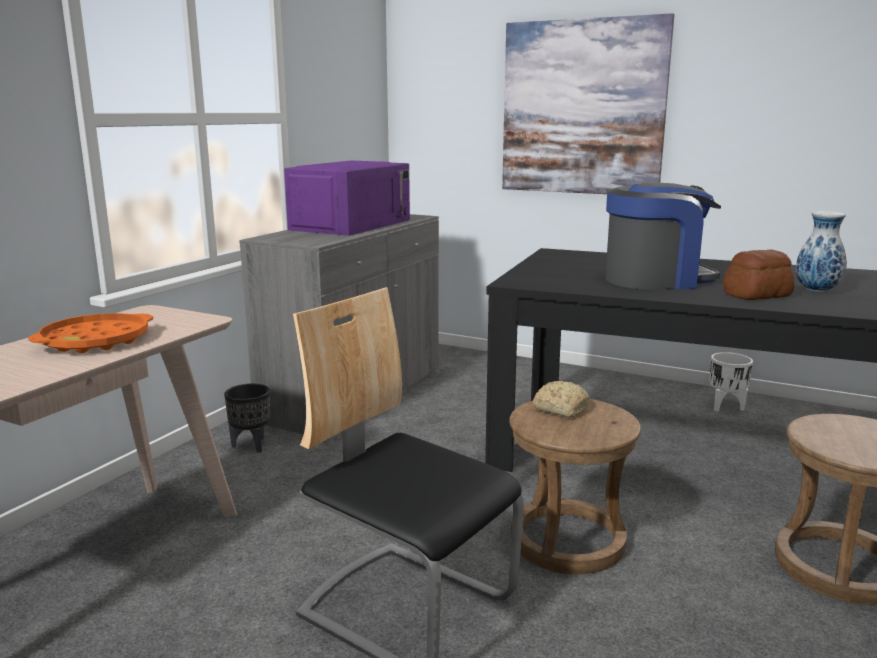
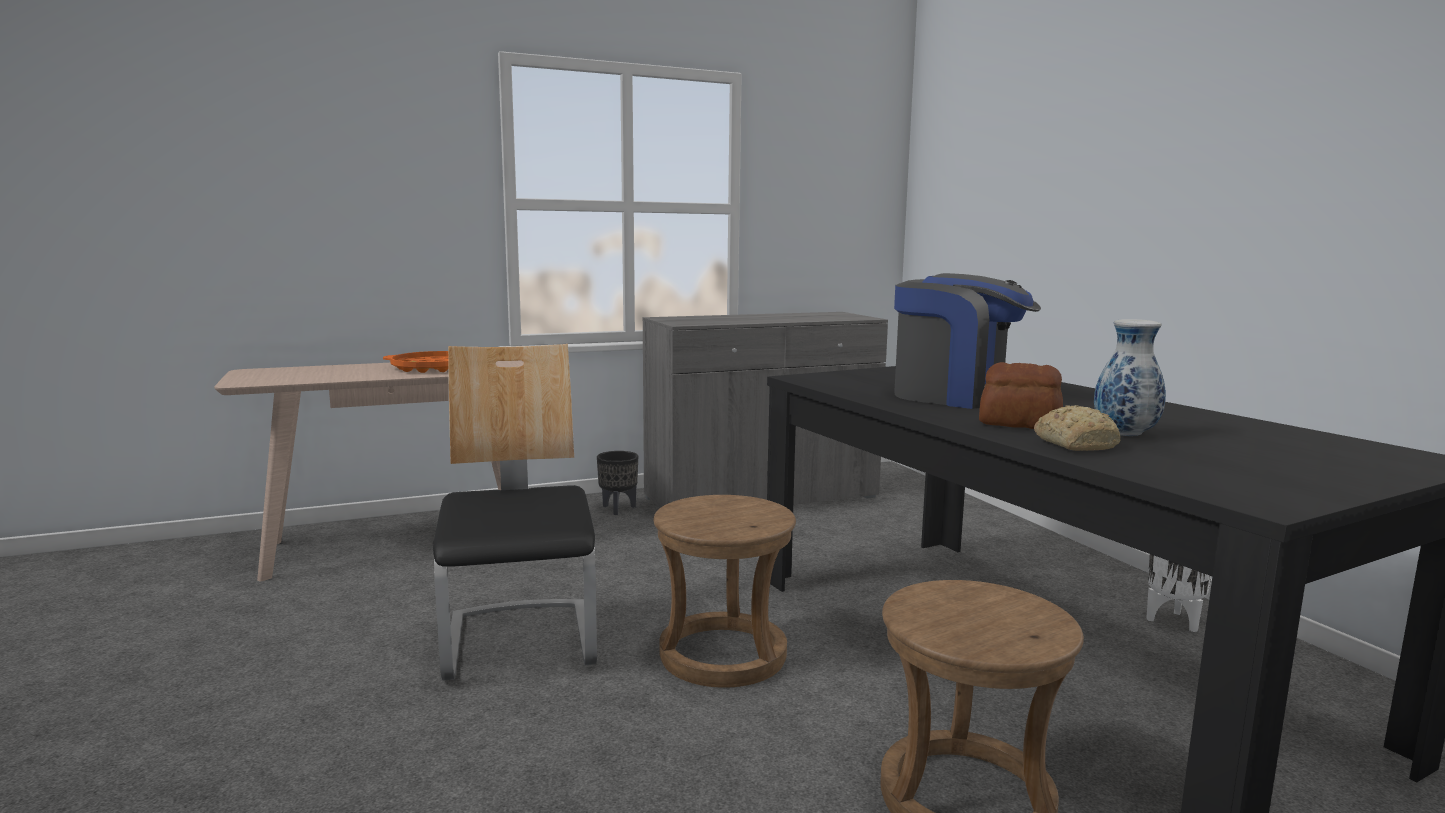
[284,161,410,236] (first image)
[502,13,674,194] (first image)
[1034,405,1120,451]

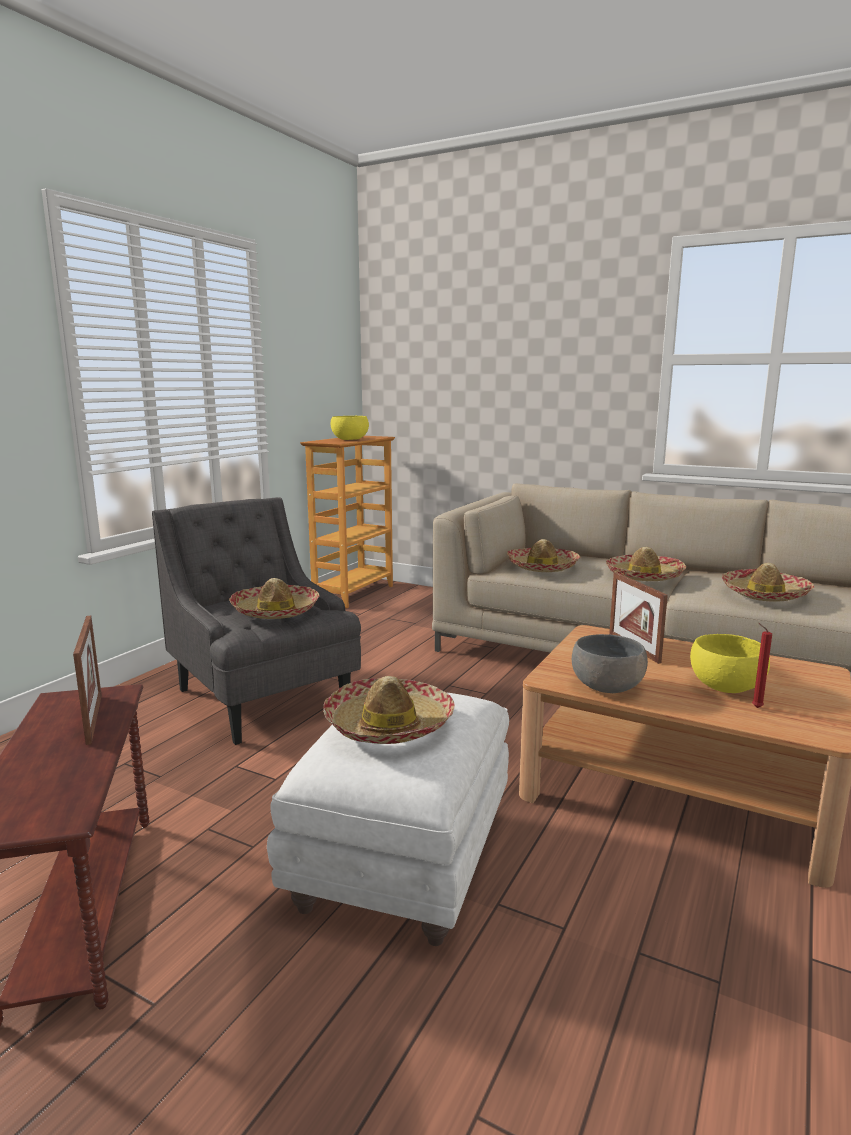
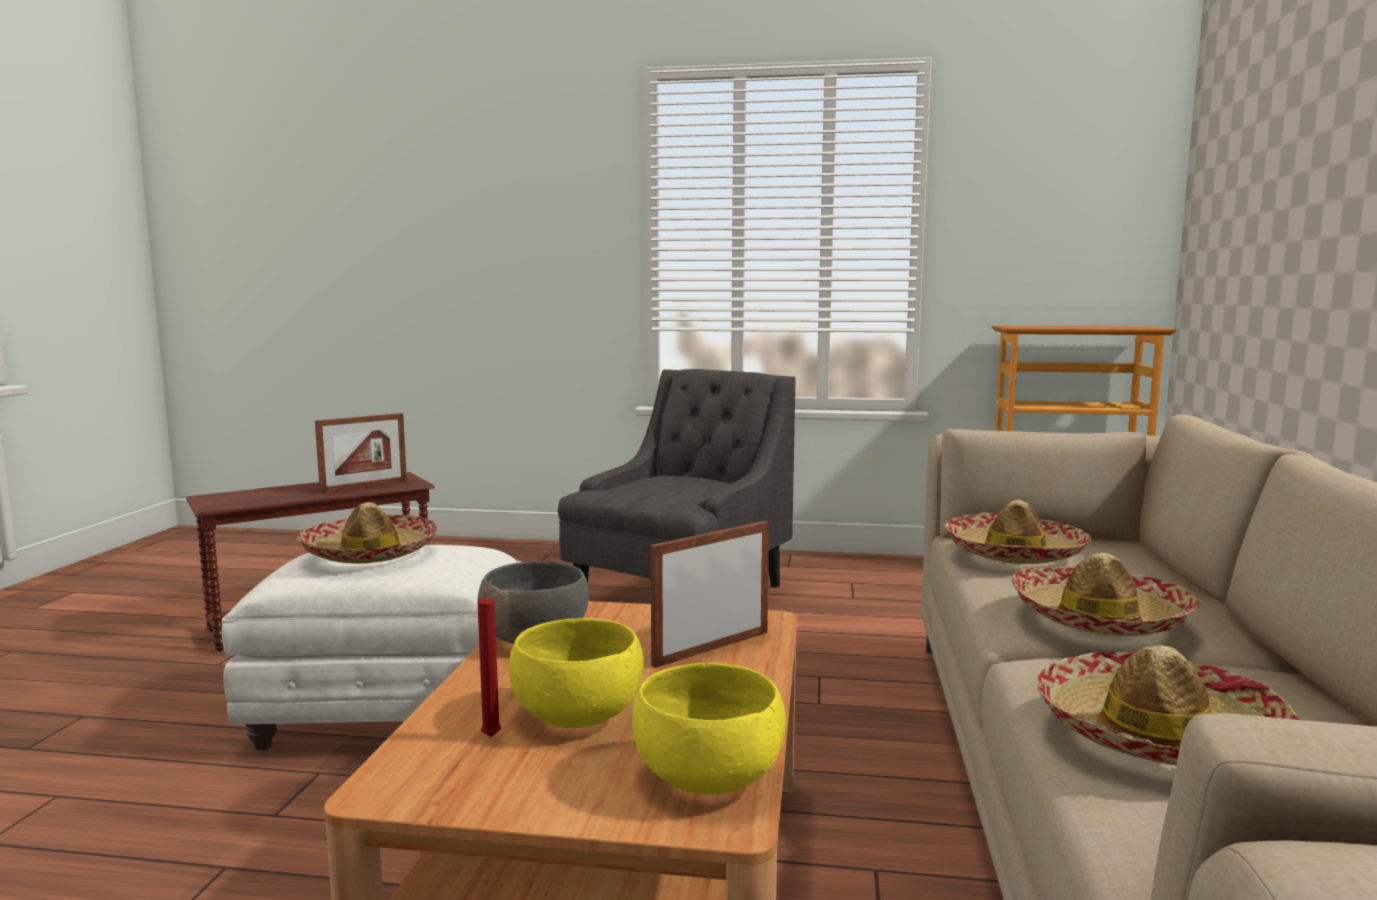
[229,578,320,619] (first image)
[632,663,786,795]

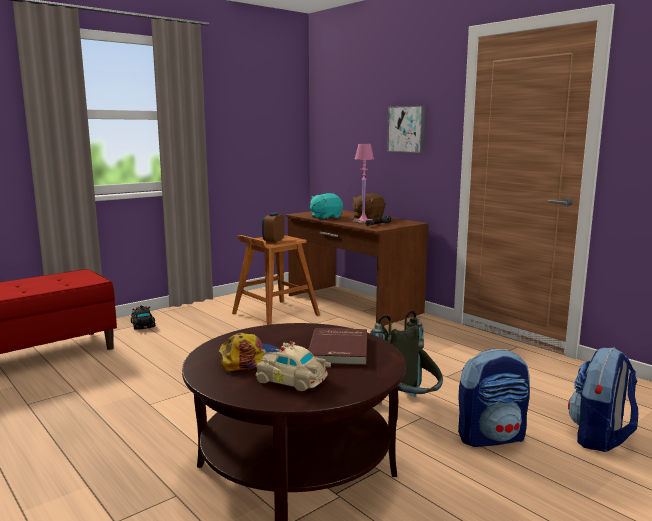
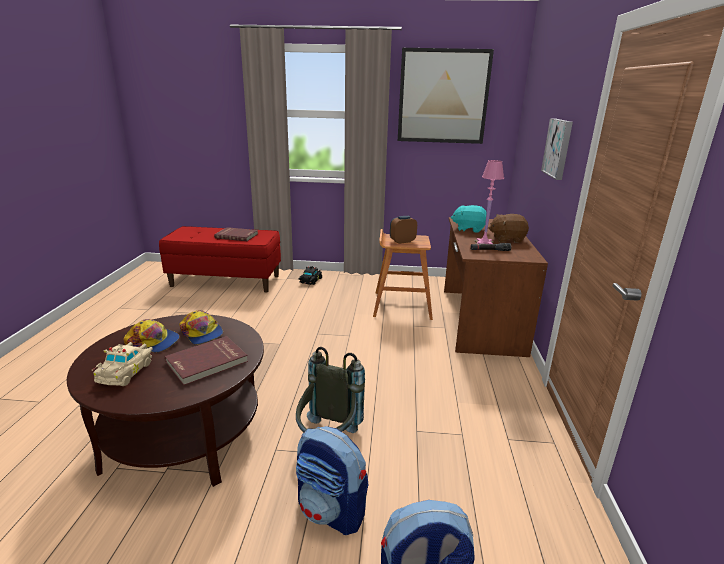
[92,342,153,386]
[179,310,223,344]
[214,227,258,241]
[398,48,494,144]

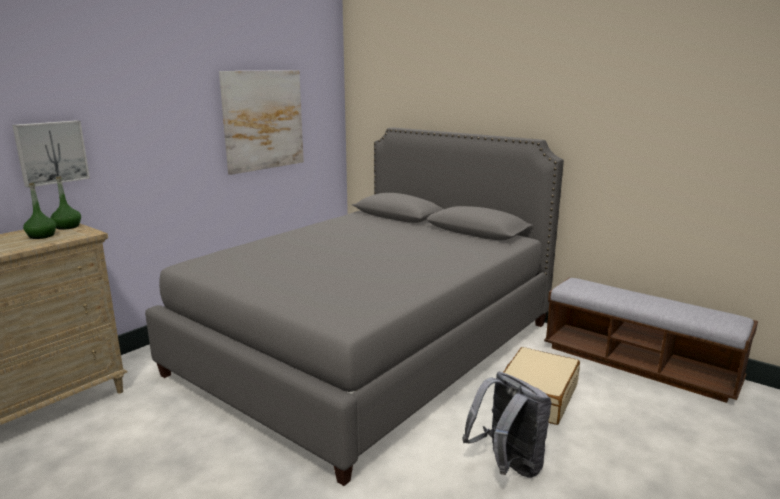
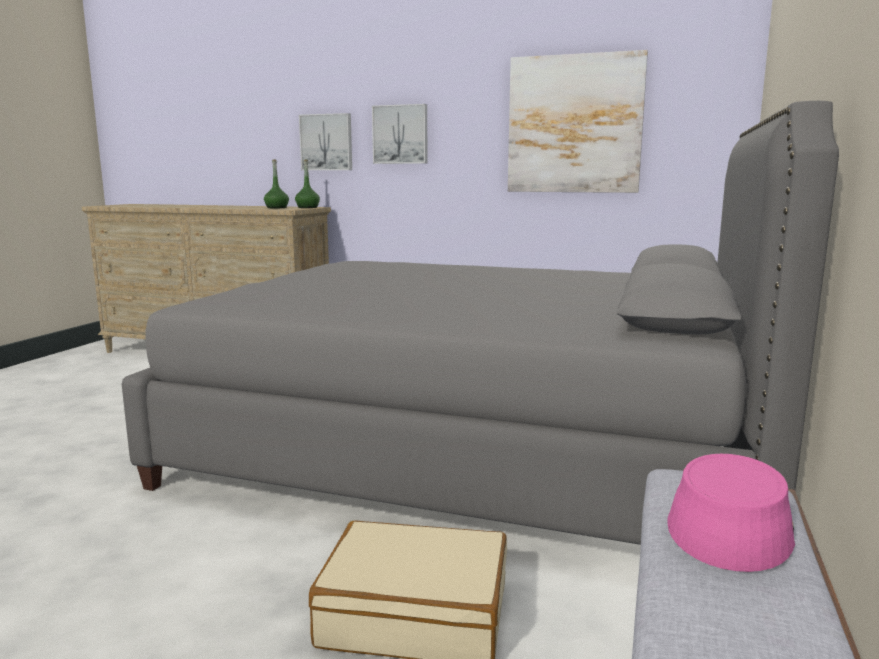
[462,372,552,478] (first image)
[372,104,427,164]
[668,454,795,572]

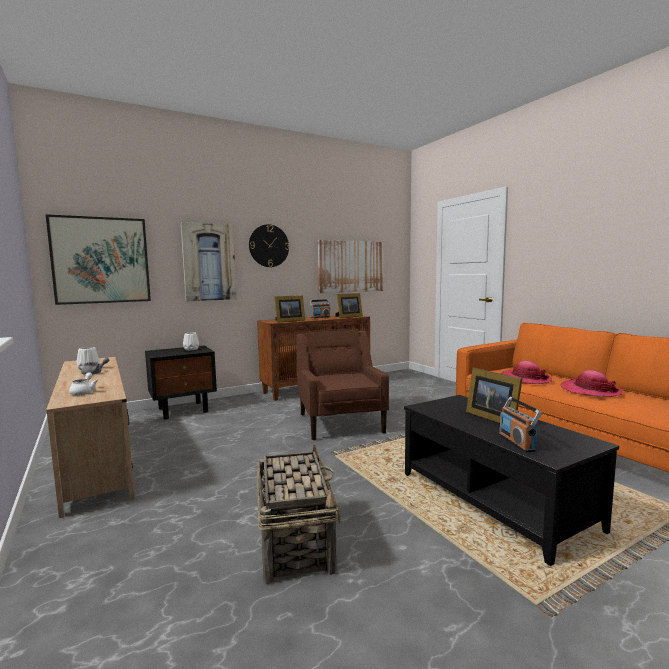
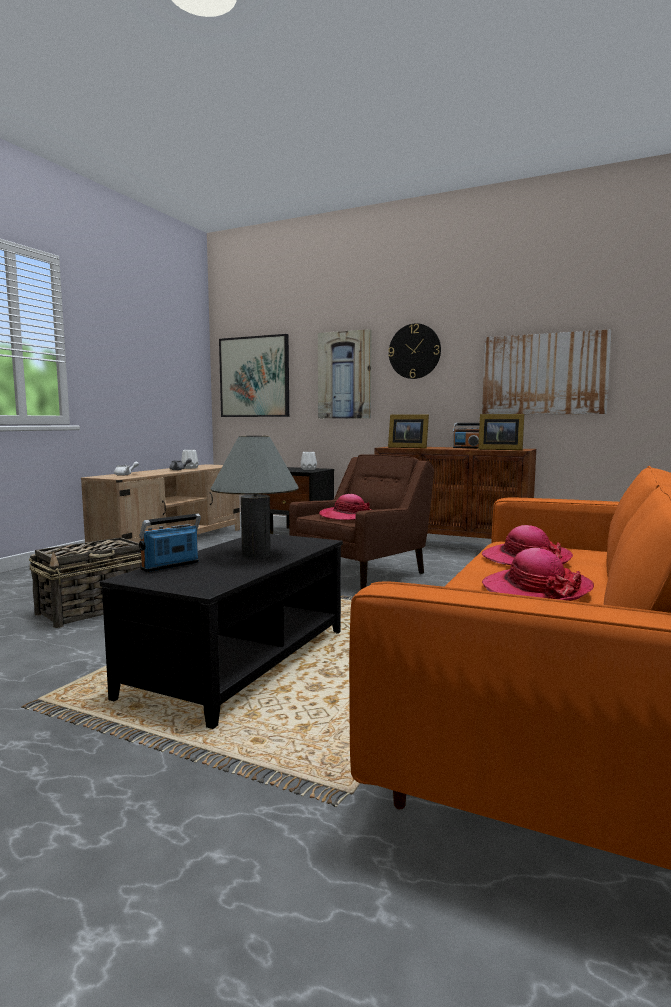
[211,436,298,558]
[319,494,371,520]

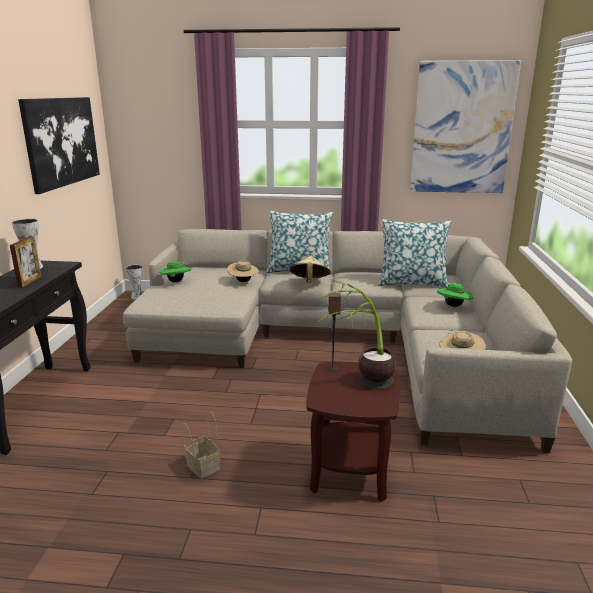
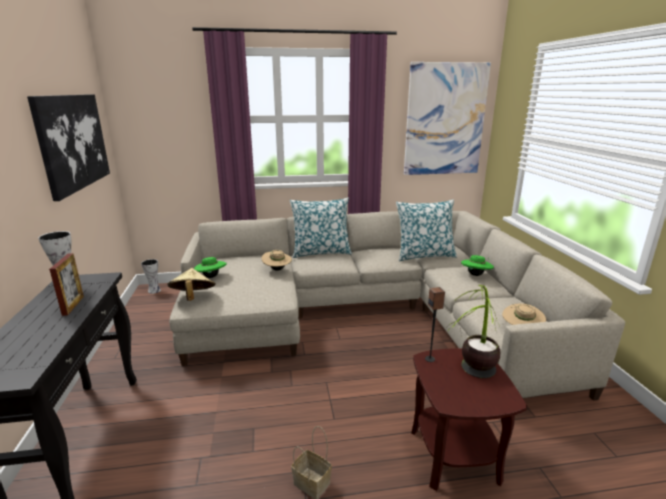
[167,268,216,301]

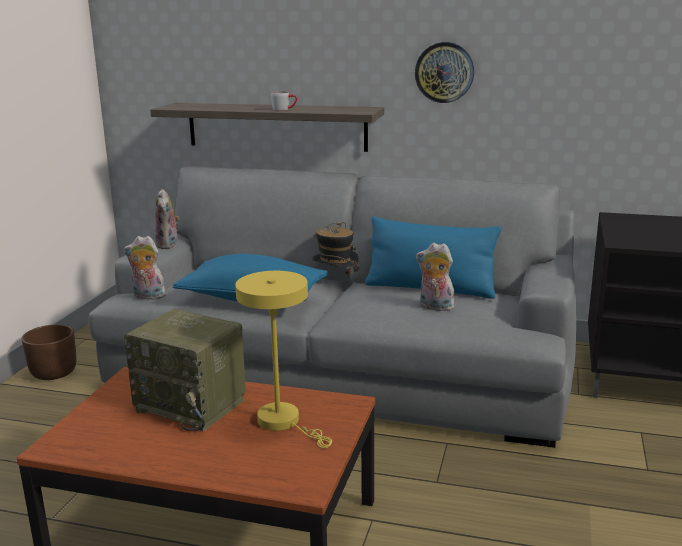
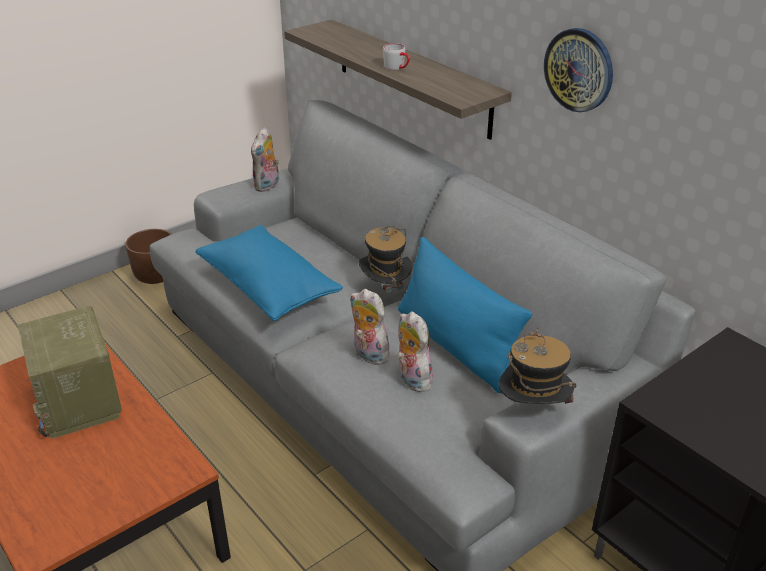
[350,289,390,365]
[235,271,332,448] (first image)
[499,327,577,404]

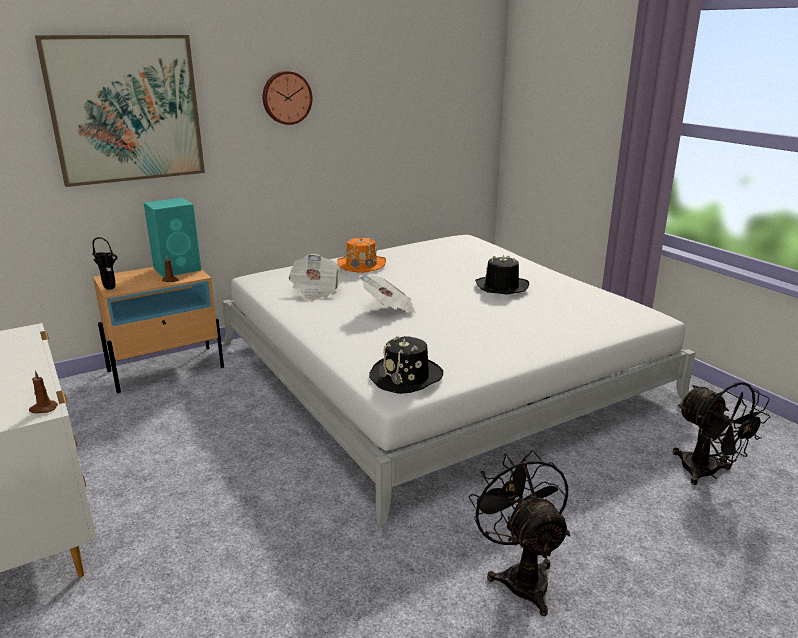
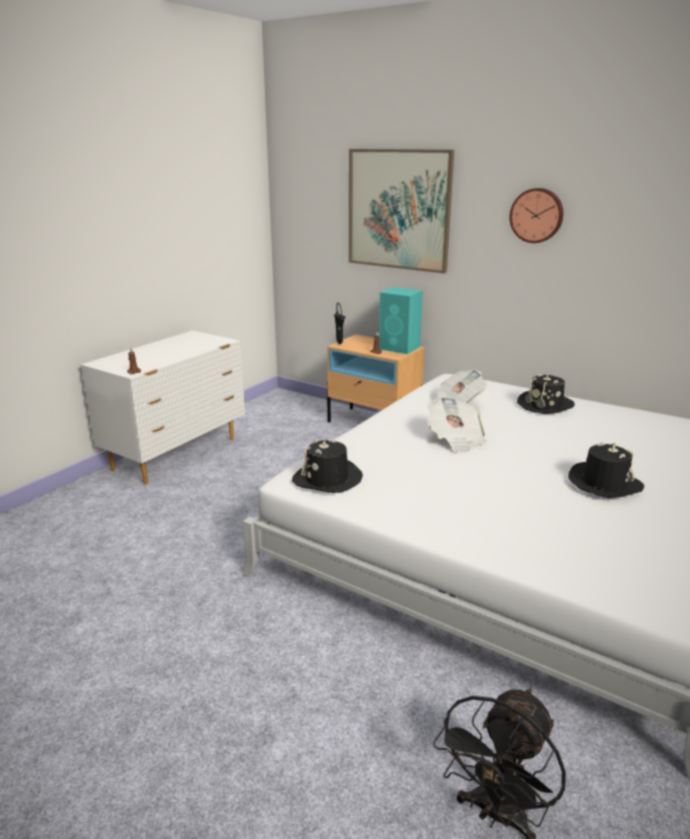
[517,374,575,414]
[469,450,570,616] (first image)

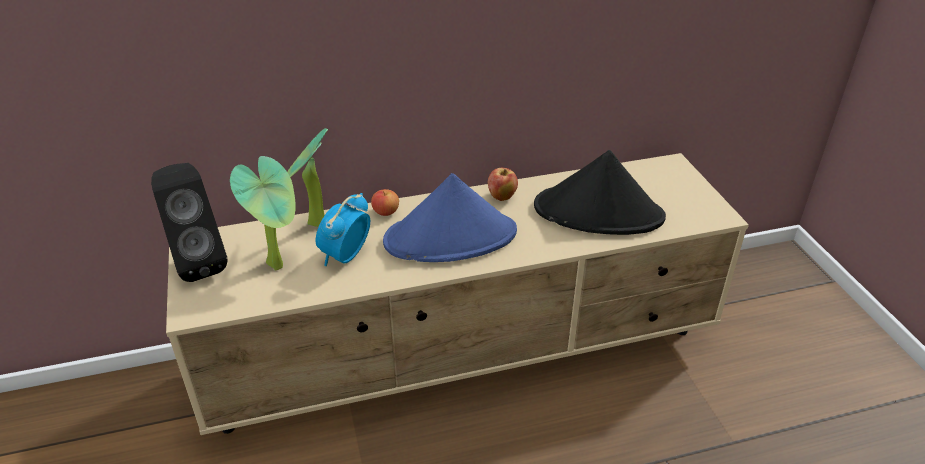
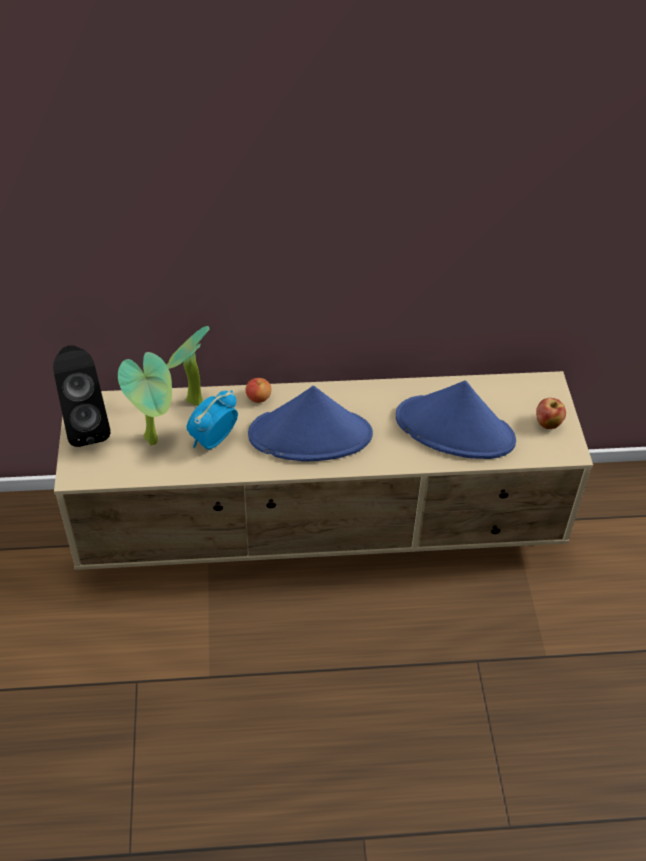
[536,398,566,429]
[396,380,516,459]

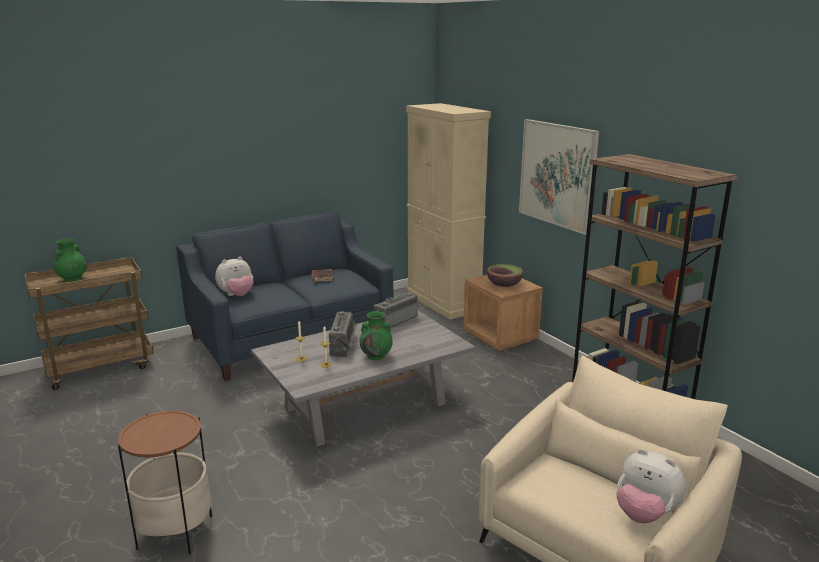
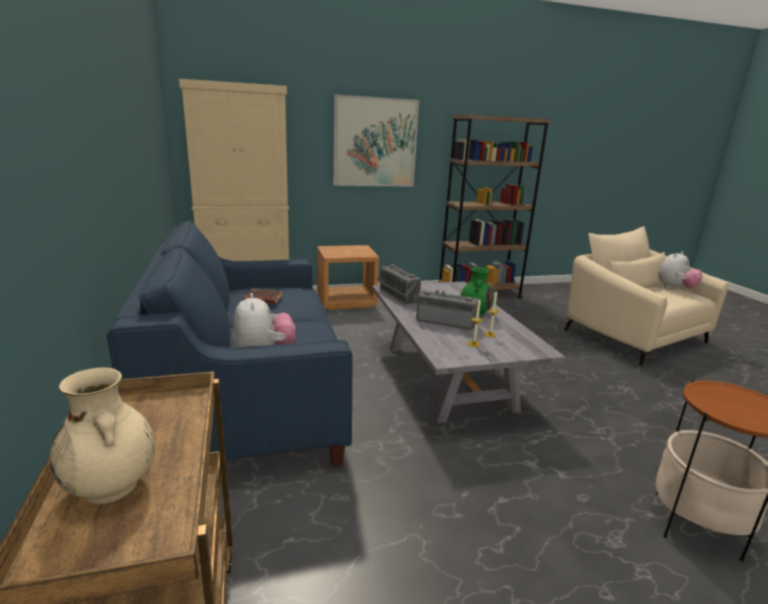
[49,368,155,504]
[487,264,523,287] (first image)

